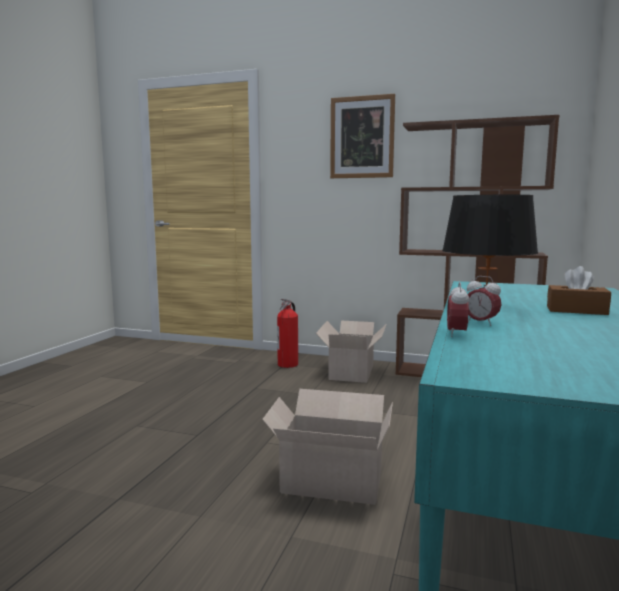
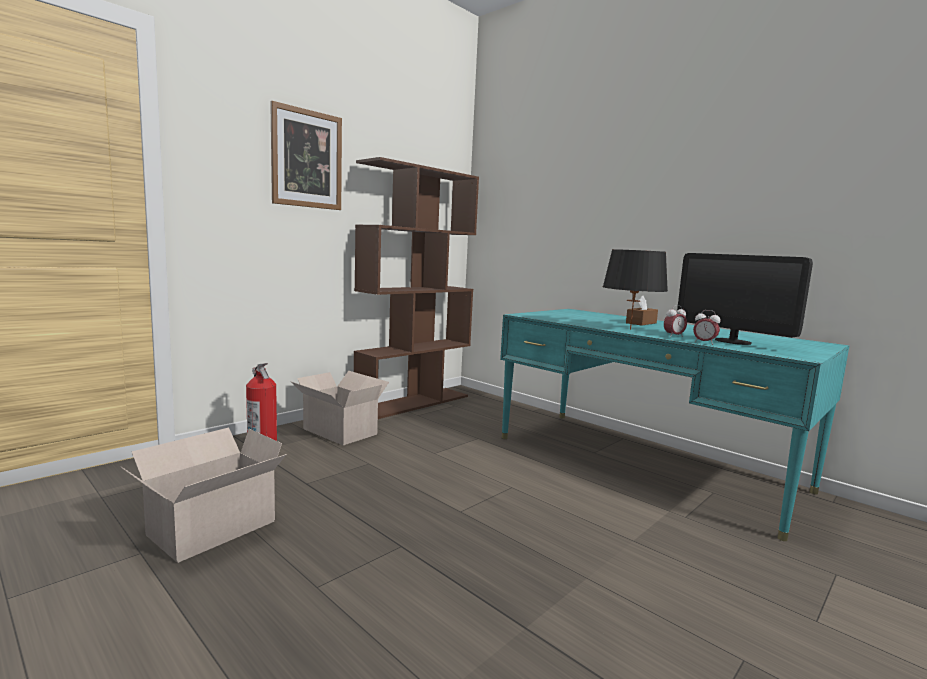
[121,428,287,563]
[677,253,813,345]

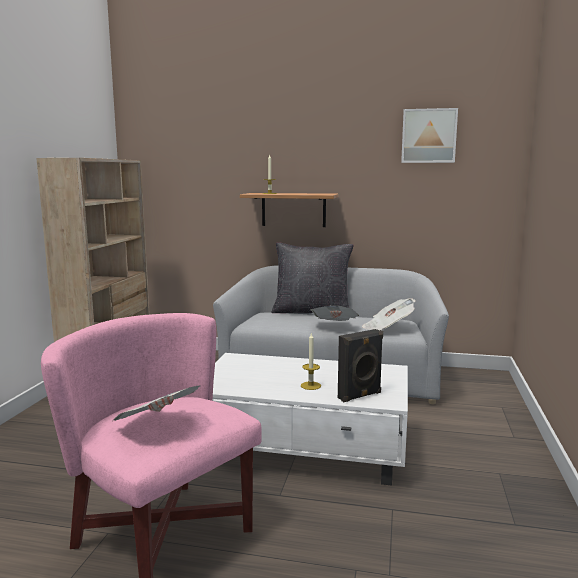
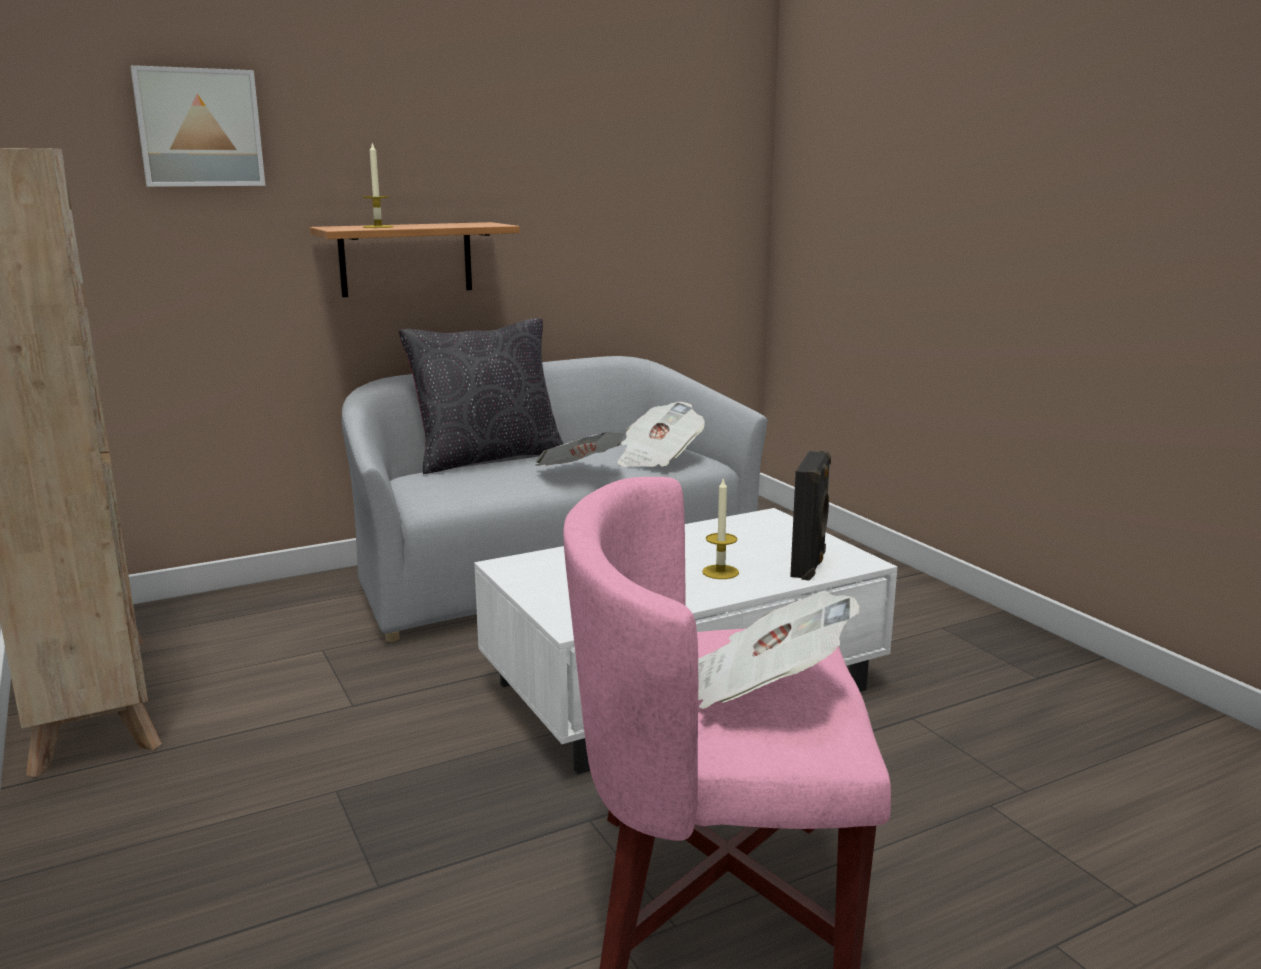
[130,65,265,187]

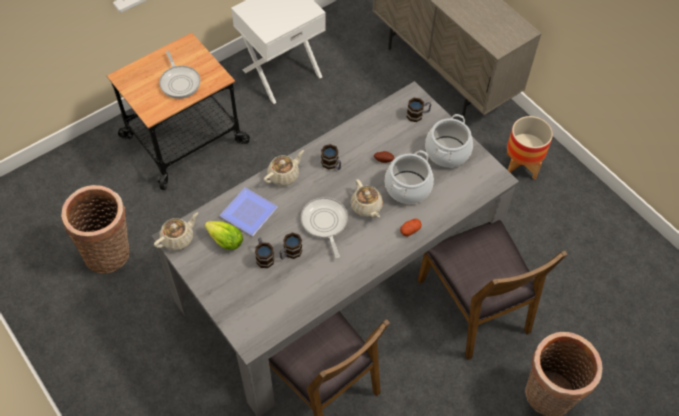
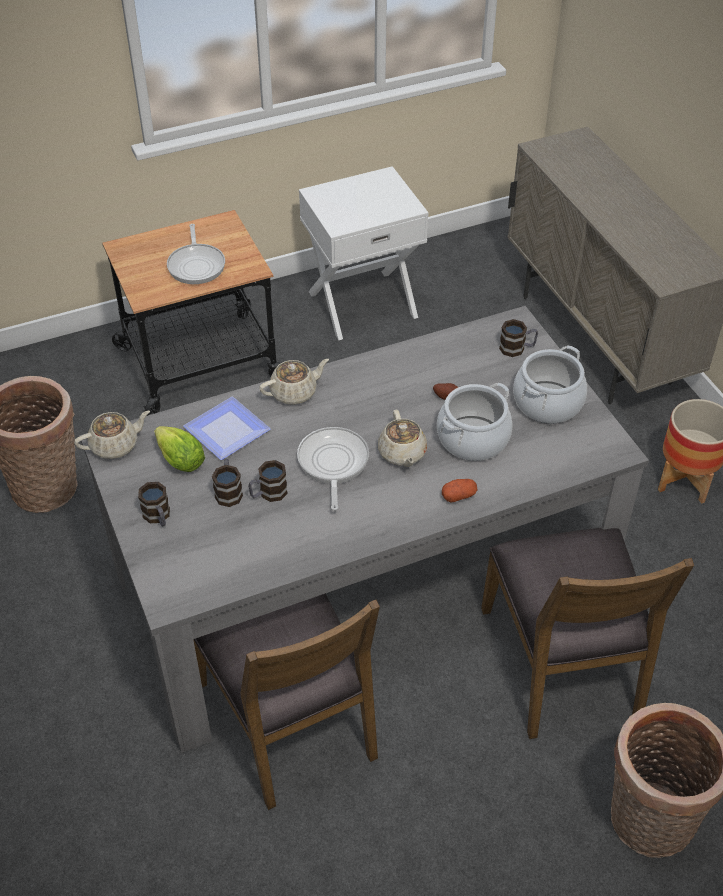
[138,482,170,526]

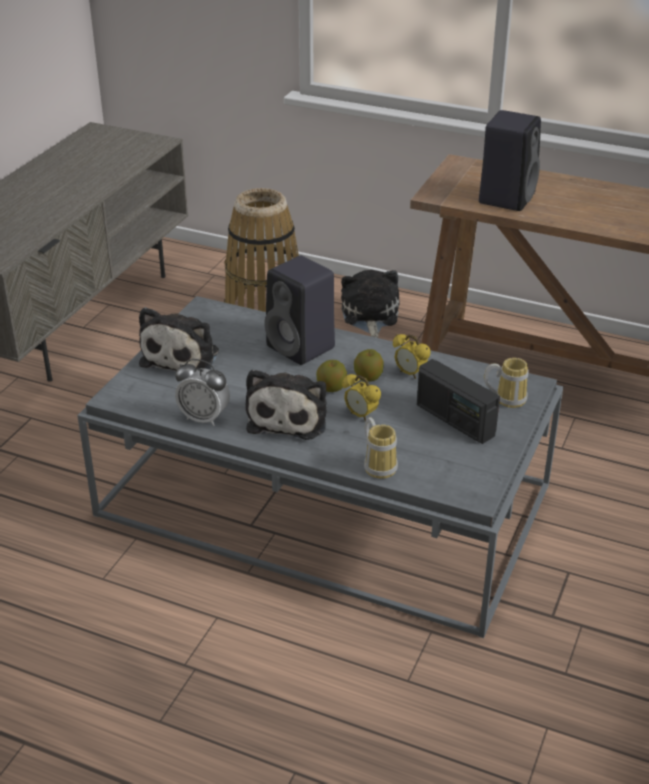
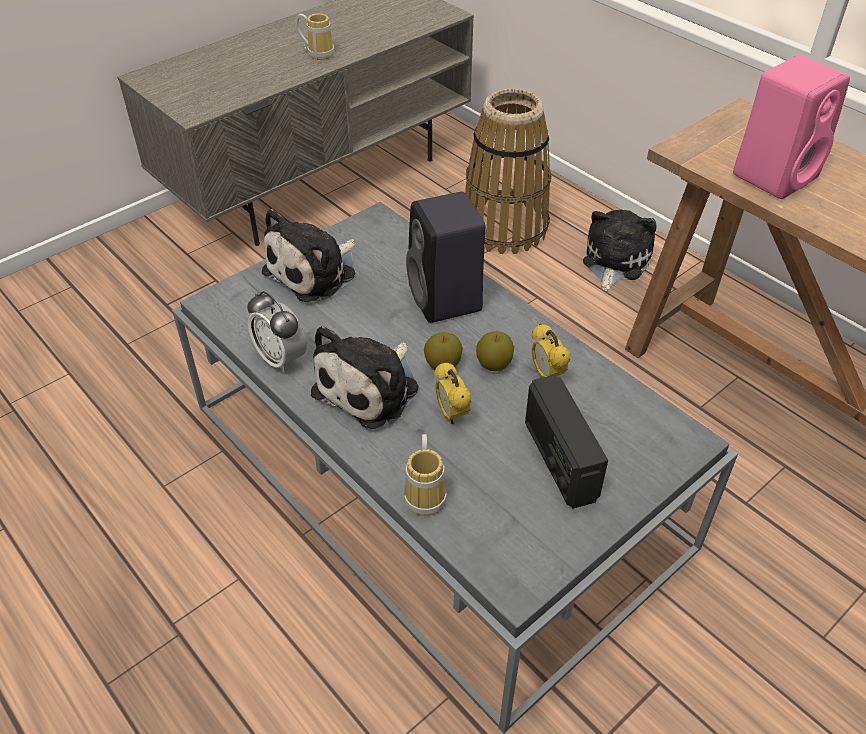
[733,55,850,199]
[295,13,335,60]

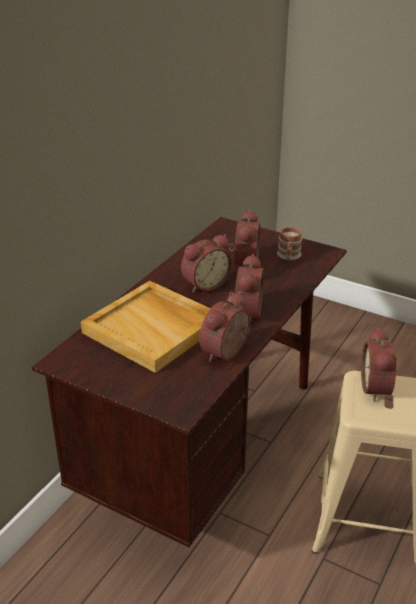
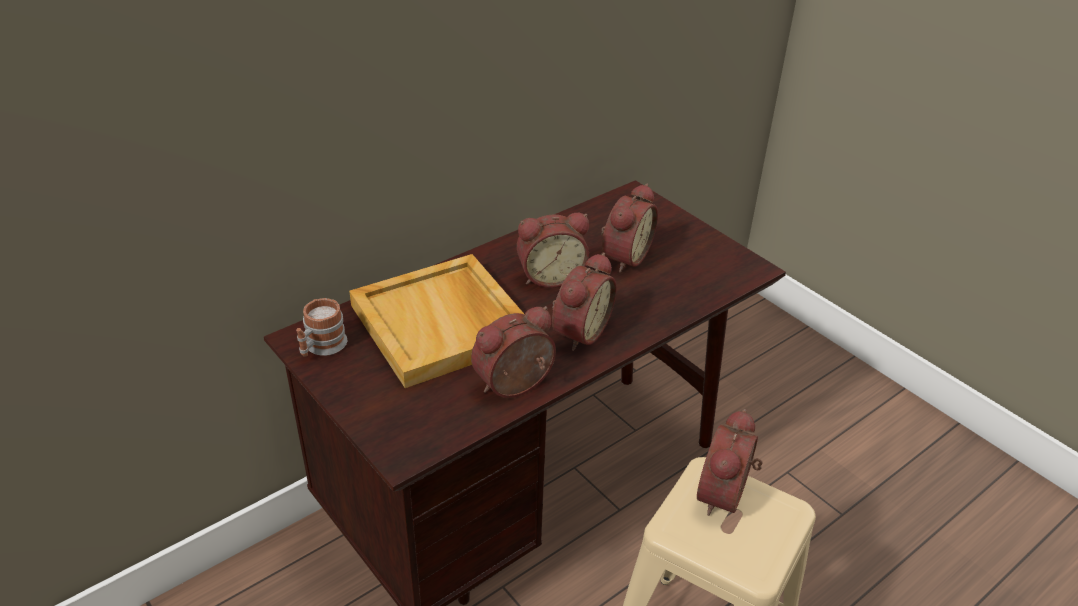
[296,298,347,357]

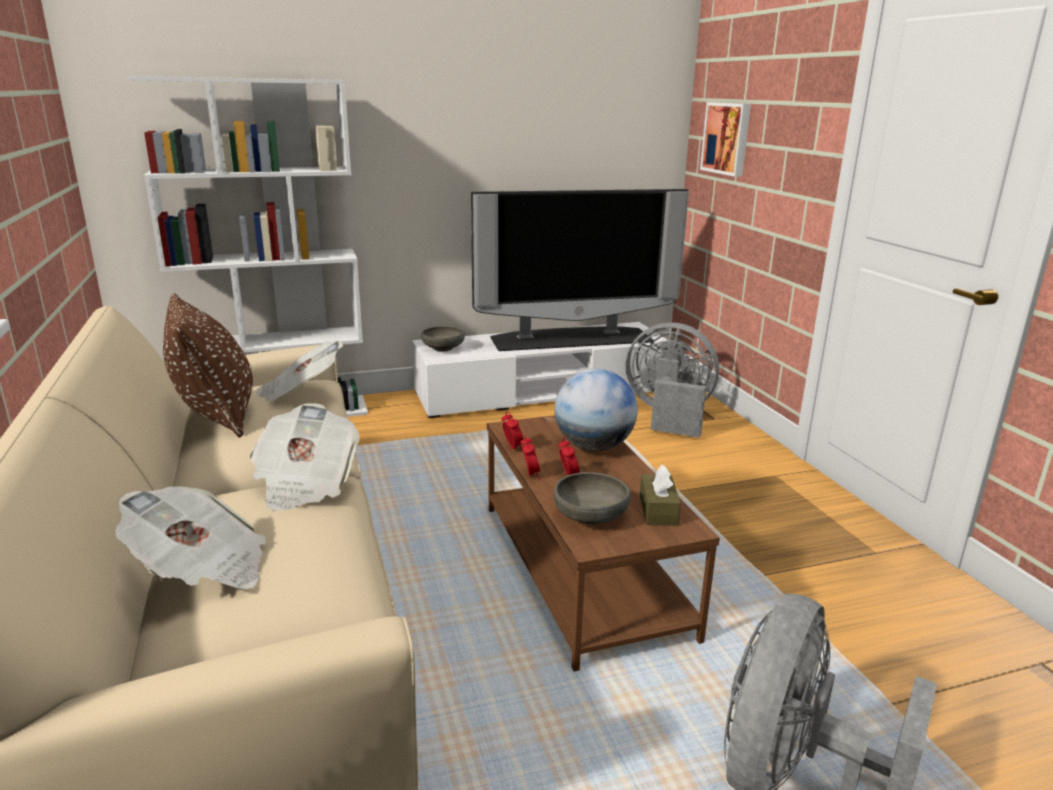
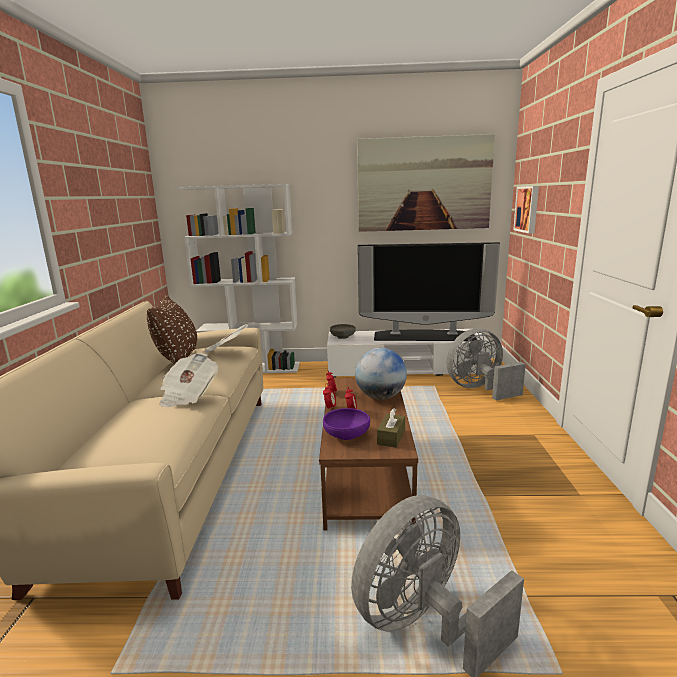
[115,486,266,589] (first image)
[323,408,370,440]
[446,329,526,400]
[357,134,495,232]

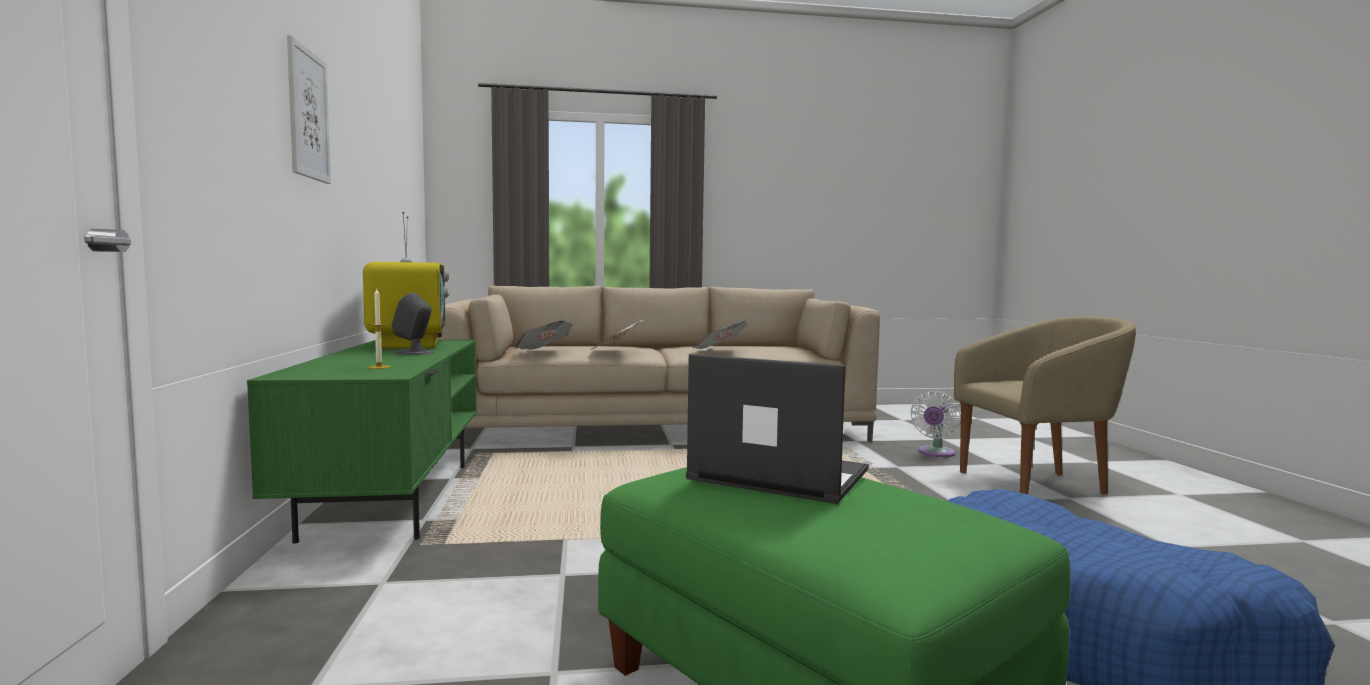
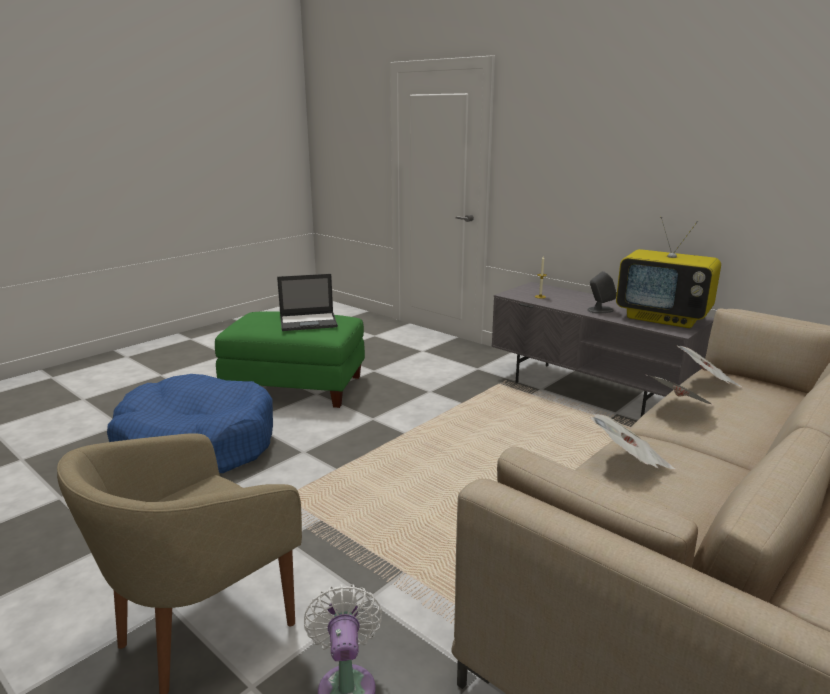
[491,282,714,417]
[287,35,331,184] (first image)

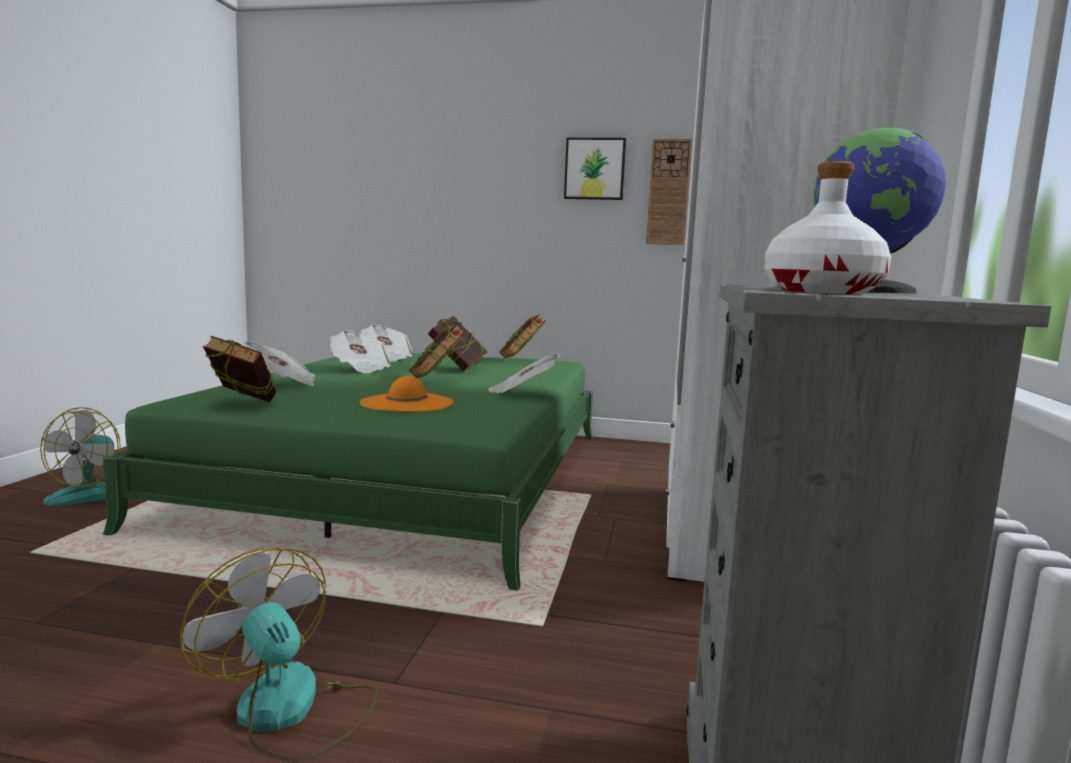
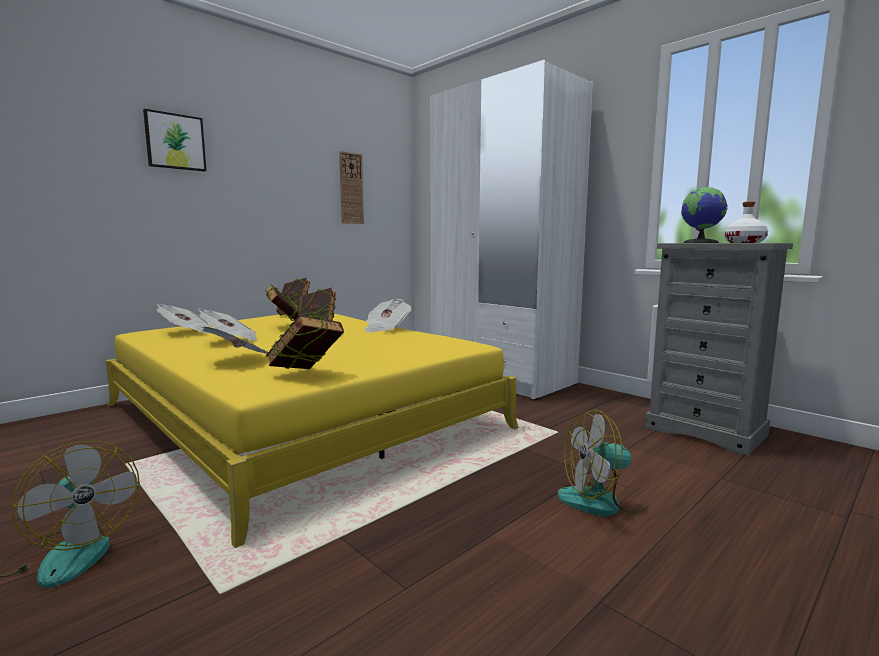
[105,314,519,548]
[360,376,454,412] (first image)
[143,109,206,171]

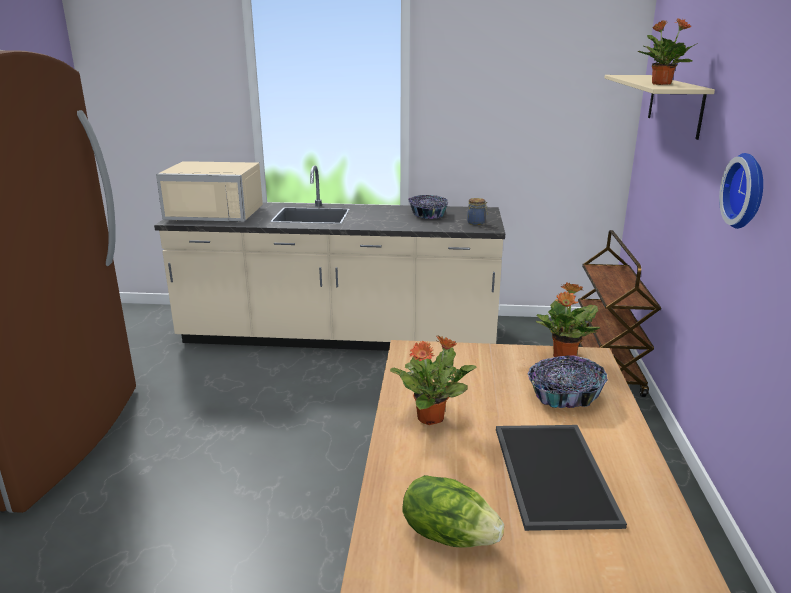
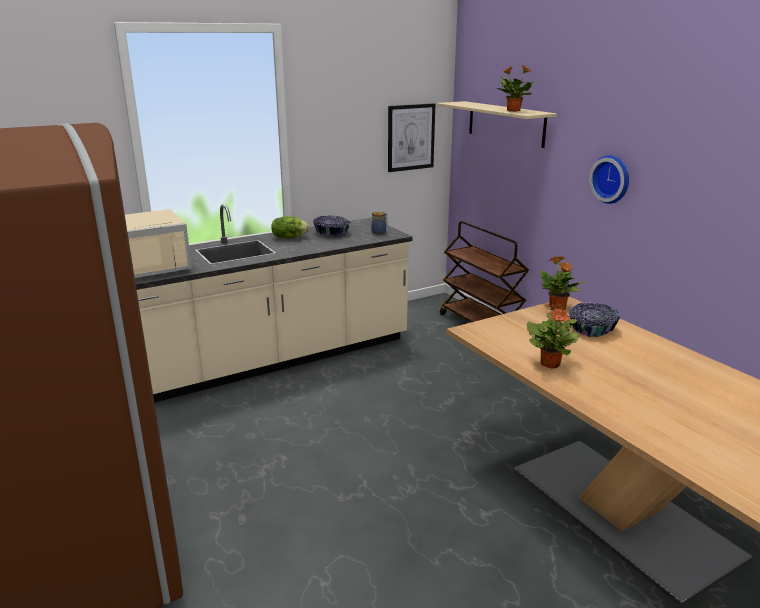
[271,216,309,239]
[496,425,627,531] (first image)
[388,103,435,172]

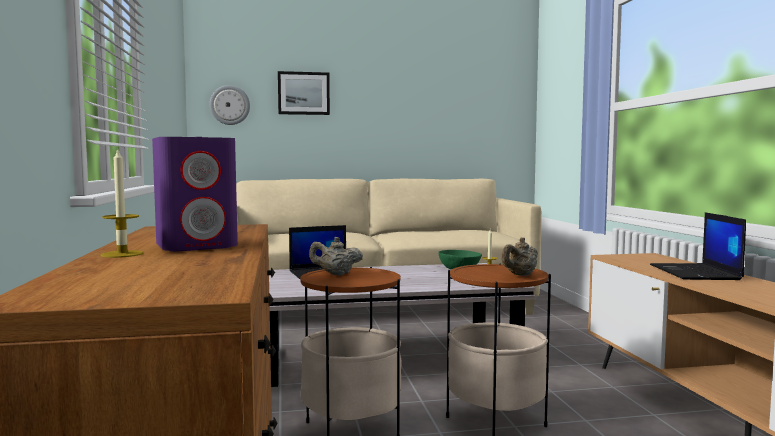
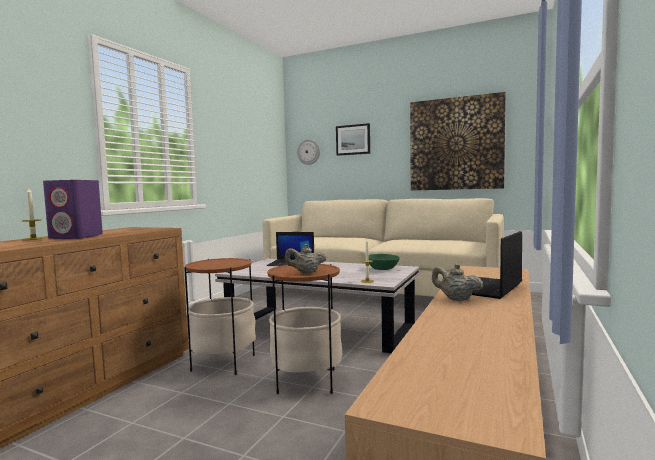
[432,264,483,301]
[410,92,506,190]

